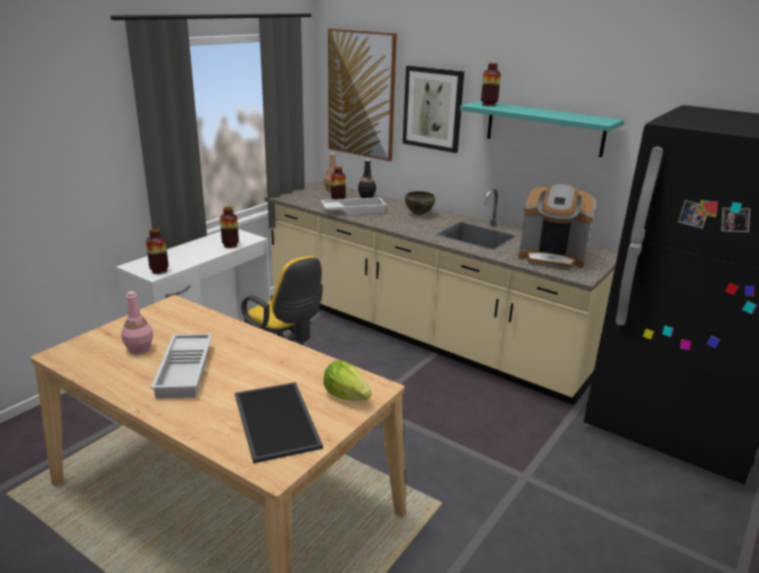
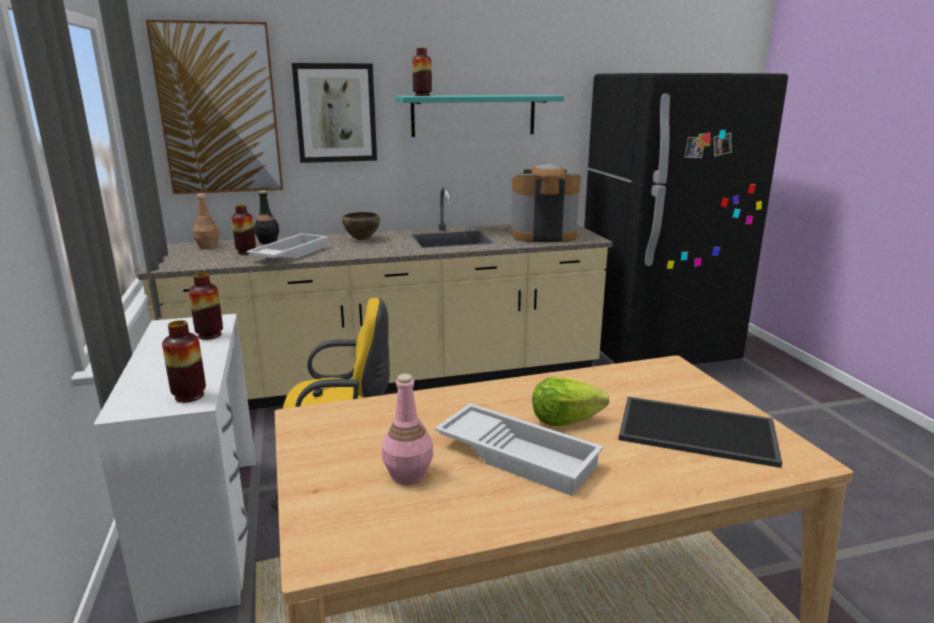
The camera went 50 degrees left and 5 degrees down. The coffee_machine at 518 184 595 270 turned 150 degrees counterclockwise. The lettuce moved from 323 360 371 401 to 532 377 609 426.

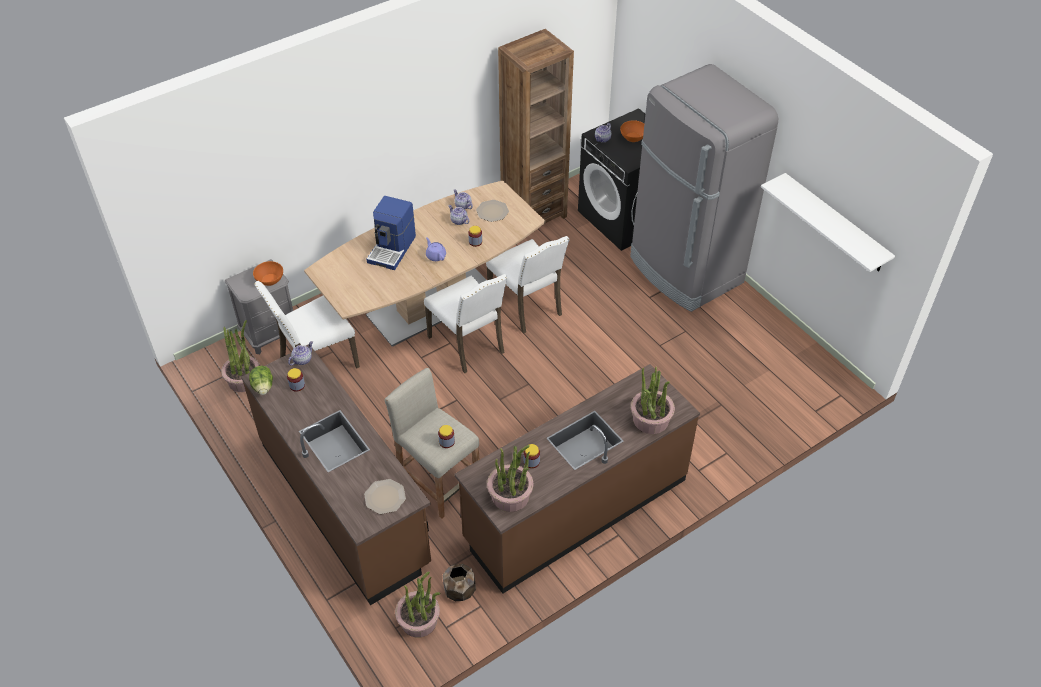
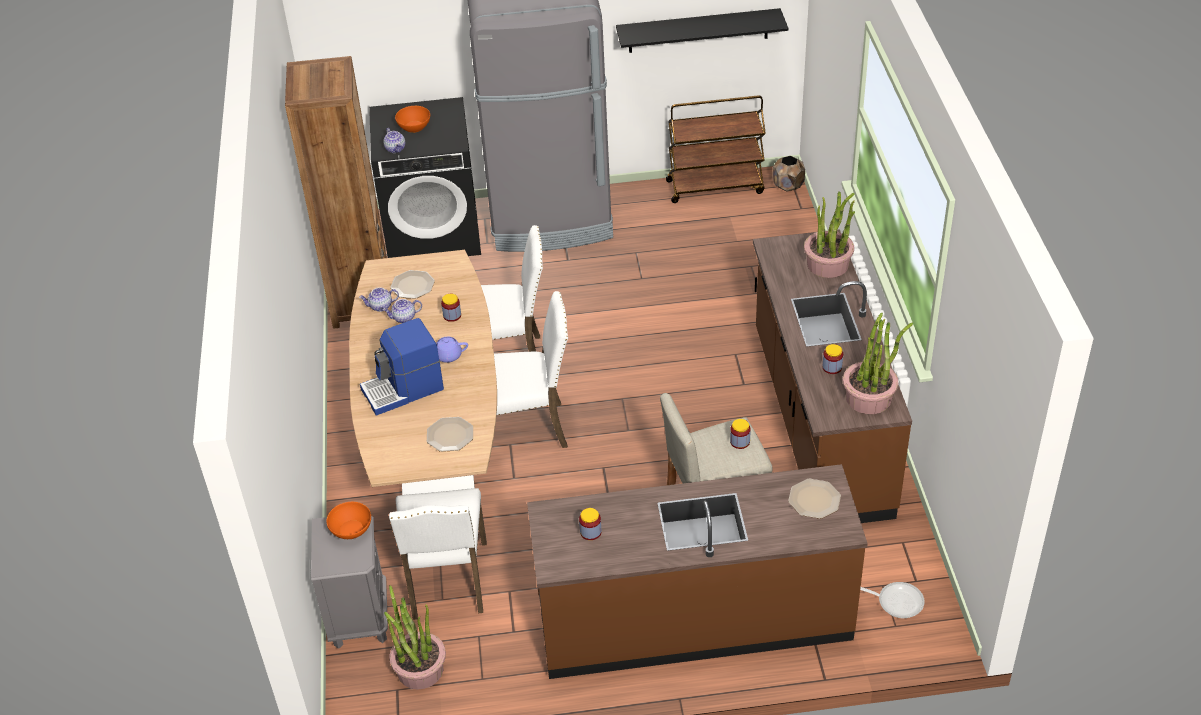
The camera went 60 degrees left and 5 degrees down. The white_shelf at 761 173 895 272 became the black_shelf at 616 8 788 53. The coffee_machine at 367 196 416 270 turned 105 degrees clockwise. The teapot at 288 341 313 365 disappeared. The lettuce at 249 366 273 395 disappeared. The brown_planter moved from 443 564 476 601 to 772 156 805 192. The potted_plant at 395 572 441 638 was replaced by the frying_pan at 860 582 925 618. The brown_cart at 666 95 766 203 appeared. The plate at 427 417 473 452 appeared.

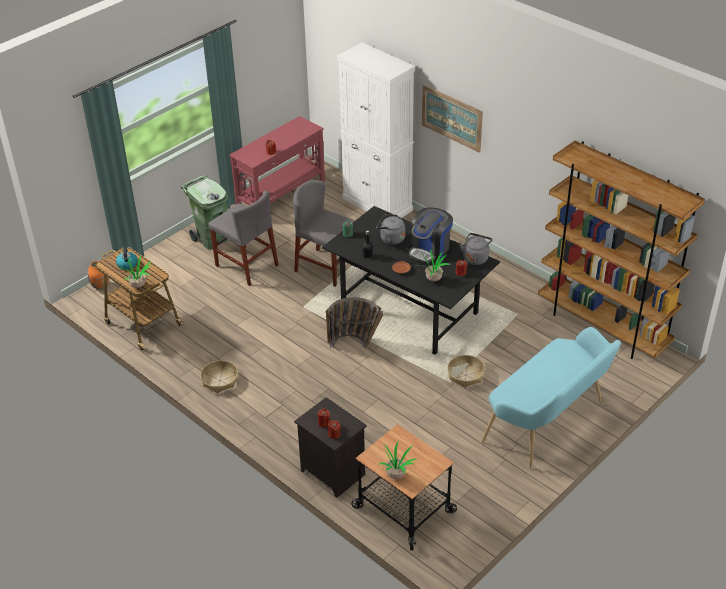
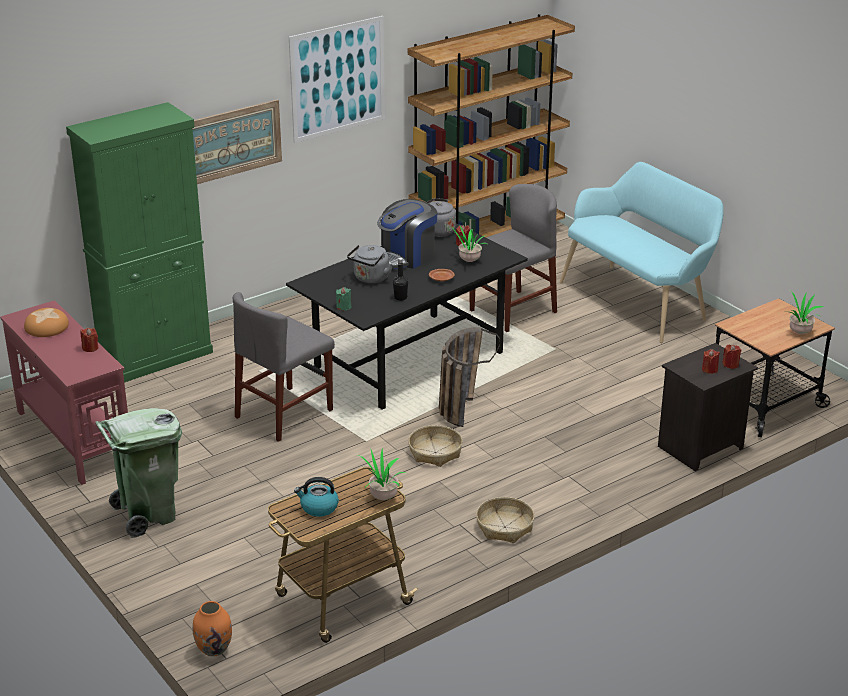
The camera went 80 degrees left and 10 degrees down. The white_cabinet at 337 43 415 218 became the green_cabinet at 66 102 213 383. The grey_chair moved from 208 191 279 286 to 470 184 557 332. The coffee_machine at 409 207 453 263 turned 90 degrees clockwise. The basket moved from 447 355 485 387 to 408 425 463 467. The picture at 289 16 385 143 appeared. The bread at 24 308 69 337 appeared.

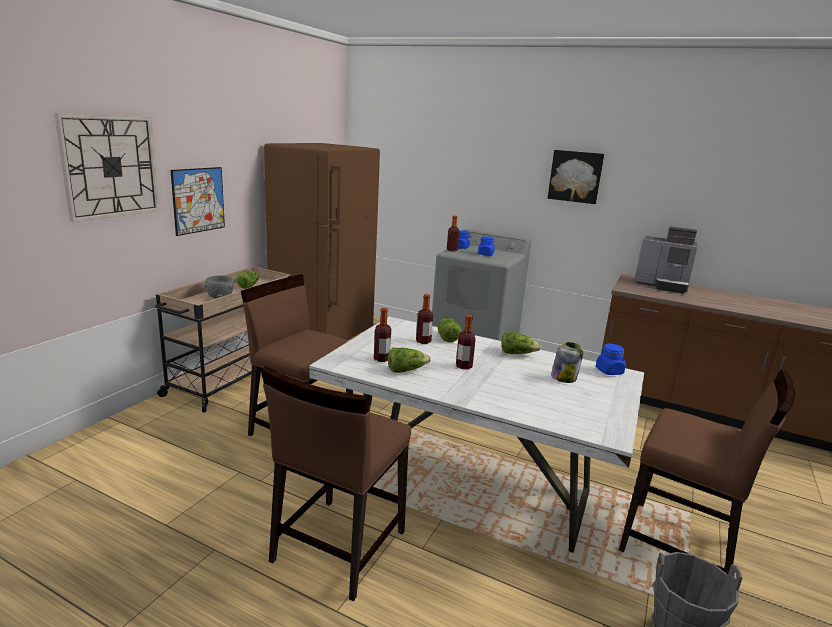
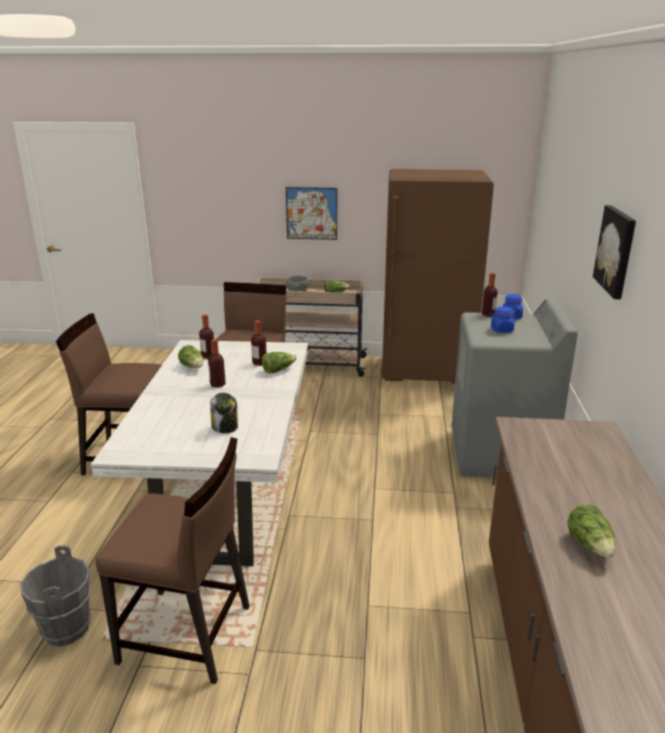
The camera went 70 degrees right and 5 degrees up. The wall_clock at 54 113 160 222 disappeared. The coffee_machine at 634 226 698 293 disappeared. The lettuce moved from 501 331 541 354 to 567 504 615 558. The blue_jar at 596 343 626 375 disappeared. The brown_chair at 619 369 795 574 turned 90 degrees counterclockwise.

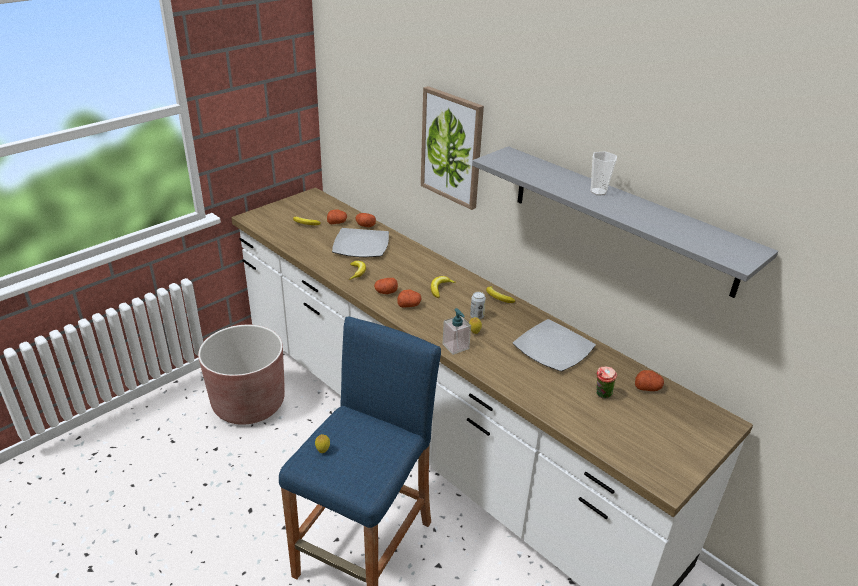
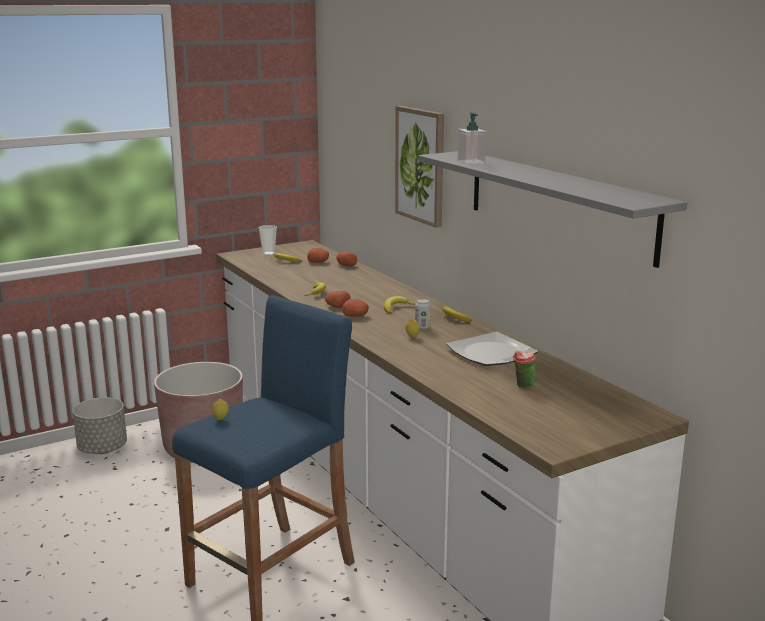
The camera went 15 degrees right and 15 degrees down. The cup moved from 591 152 617 196 to 259 225 277 255. The plate at 332 228 389 257 disappeared. The soap_dispenser moved from 442 308 471 355 to 458 112 487 164. The potato at 635 370 664 391 disappeared. The grey_planter at 73 397 127 454 appeared.

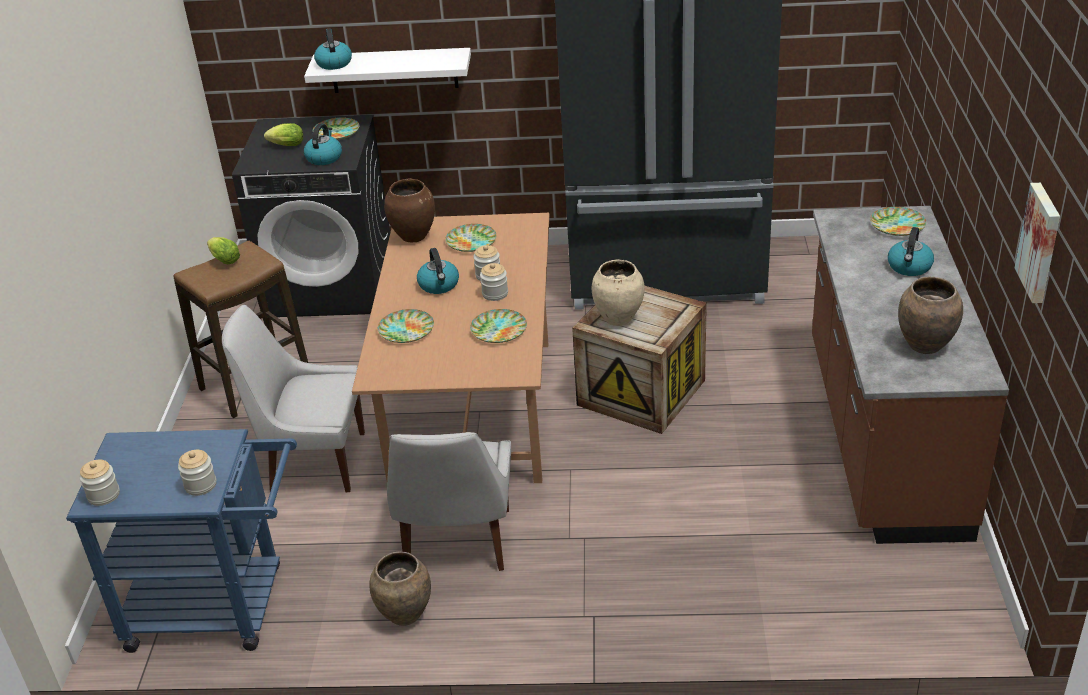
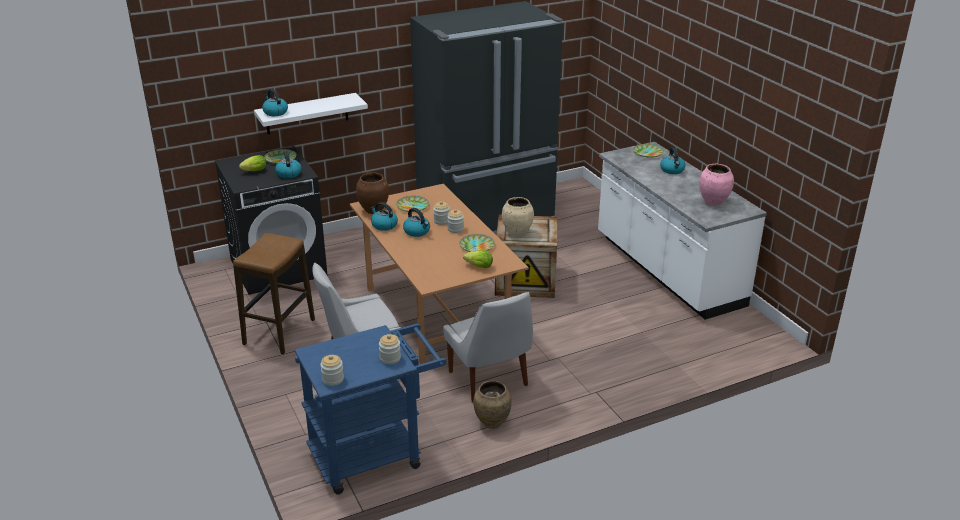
The camera went 30 degrees left and 5 degrees down. The picture at 1015 183 1060 303 disappeared. The brown_counter at 812 206 1009 544 became the white_counter at 598 142 767 320. The lettuce moved from 207 237 240 264 to 463 250 493 268. The brown_vase at 898 277 963 354 became the pink_vase at 699 164 734 206. The plate at 378 309 434 343 disappeared. The kettle at 371 202 398 231 appeared.

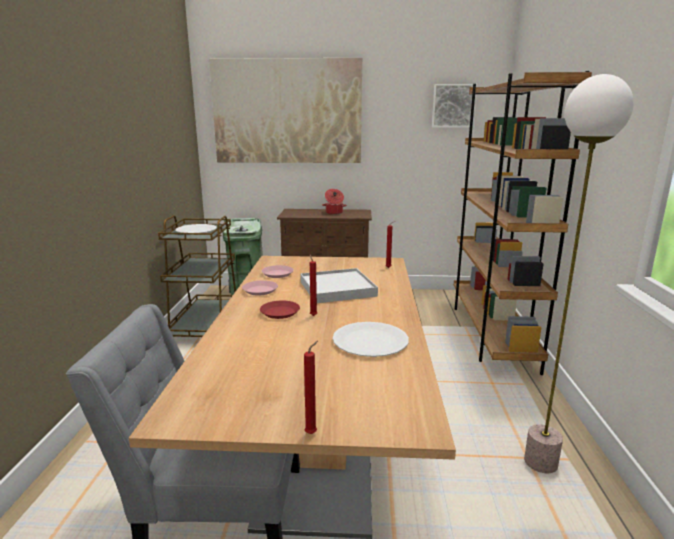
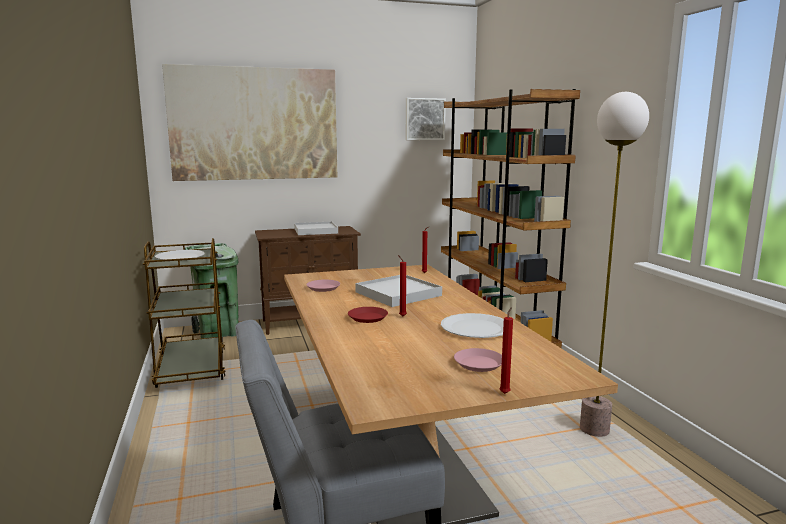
The camera went 20 degrees left and 5 degrees down. The cooking_pot at 322 189 347 214 was replaced by the white_tray at 294 221 338 235. The pink_plate moved from 242 280 278 296 to 454 348 502 372.

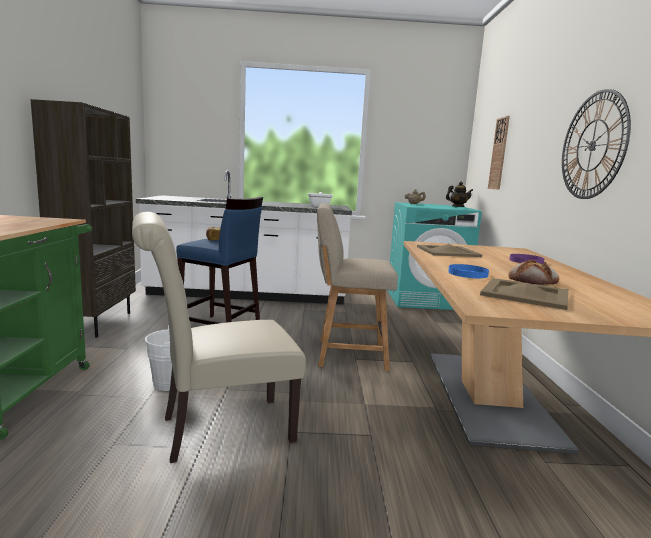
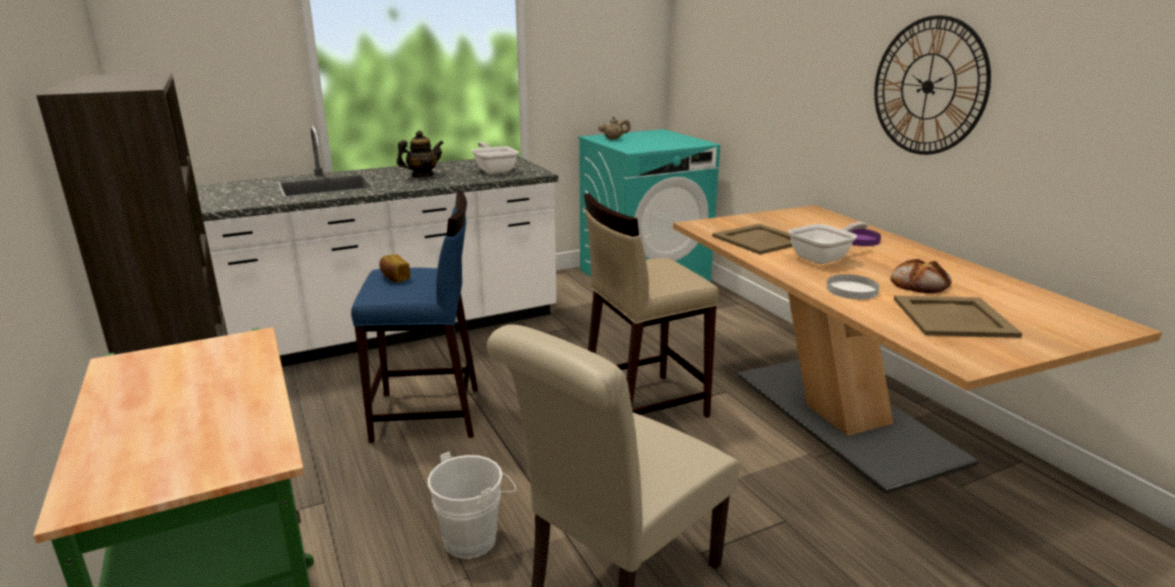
The camera went 25 degrees left and 10 degrees up. The wall_clock at 488 116 510 190 disappeared. The teapot moved from 446 182 473 207 to 397 131 443 177. The beige_chair at 317 203 398 371 was replaced by the beige_stool at 584 193 719 418. The blue_plate at 448 264 489 278 became the white_plate at 826 274 879 300. The frying_pan at 788 222 868 264 appeared.

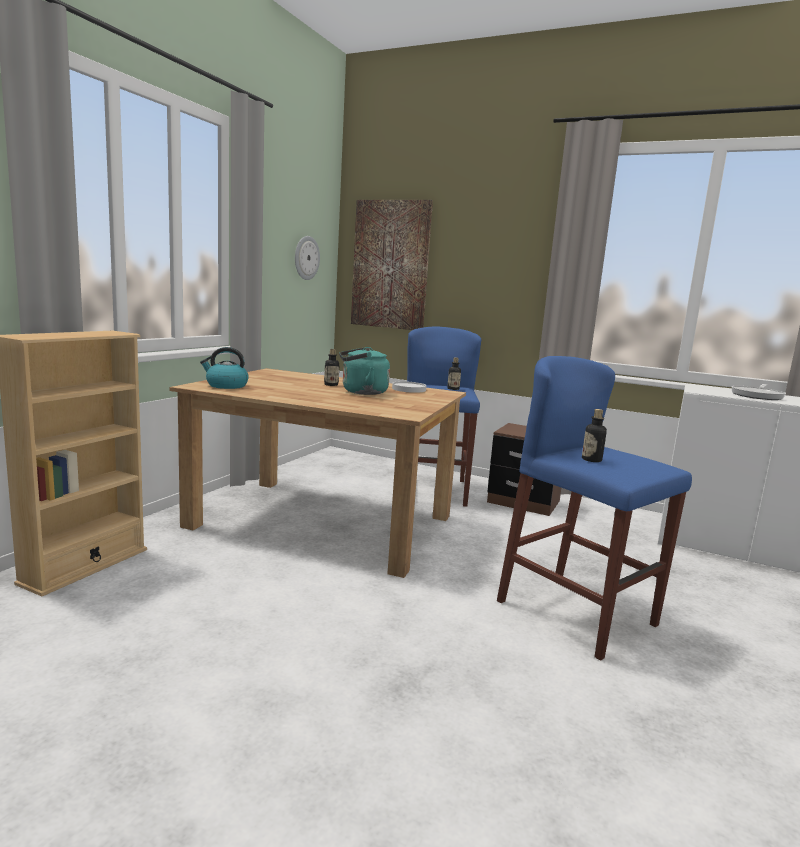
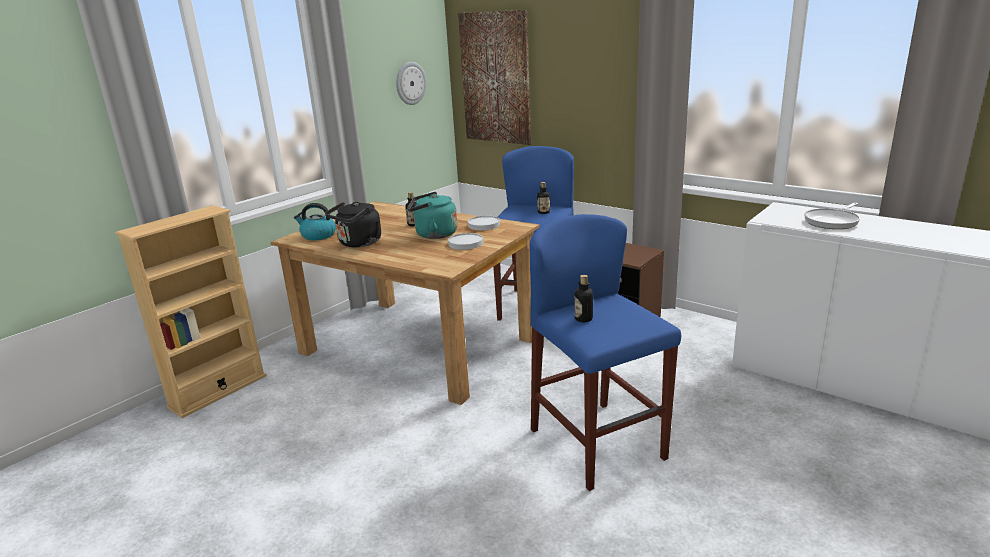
The camera went 15 degrees right and 10 degrees up. The black_kettle at 325 202 381 247 appeared. The white_plate at 448 233 483 250 appeared.

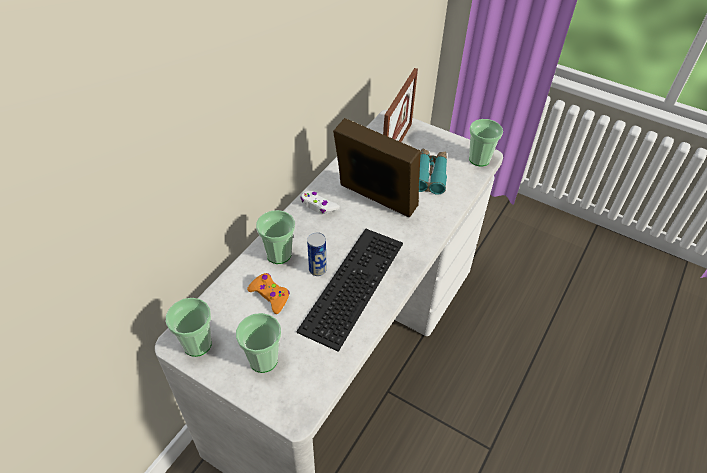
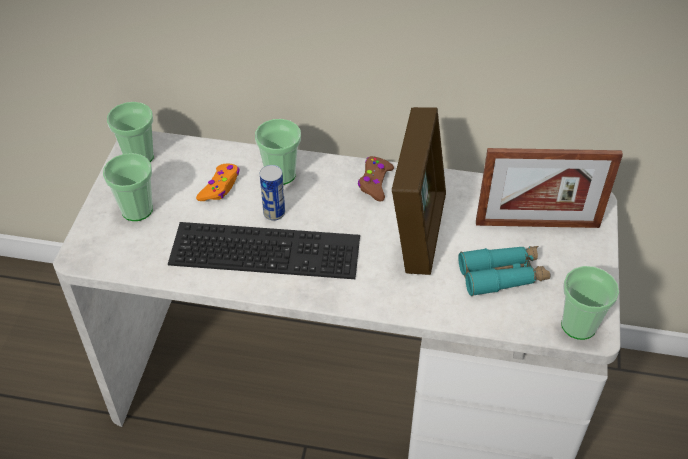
The camera went 70 degrees right and 0 degrees up. The white_game_controller at 300 191 340 214 became the brown_game_controller at 358 156 394 202.

